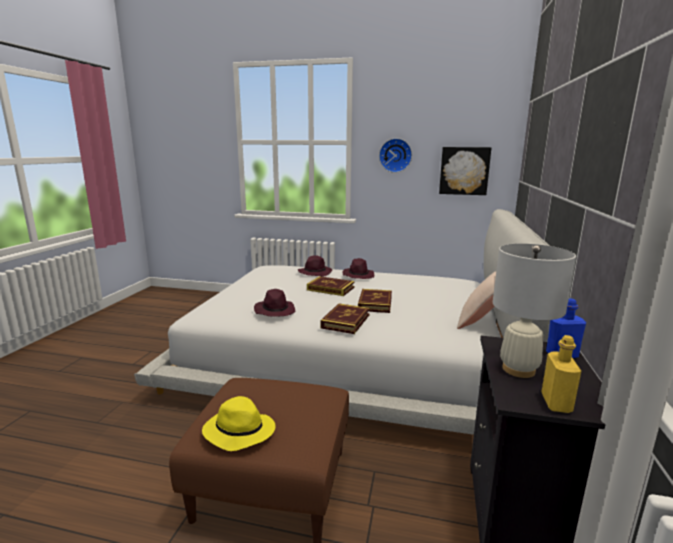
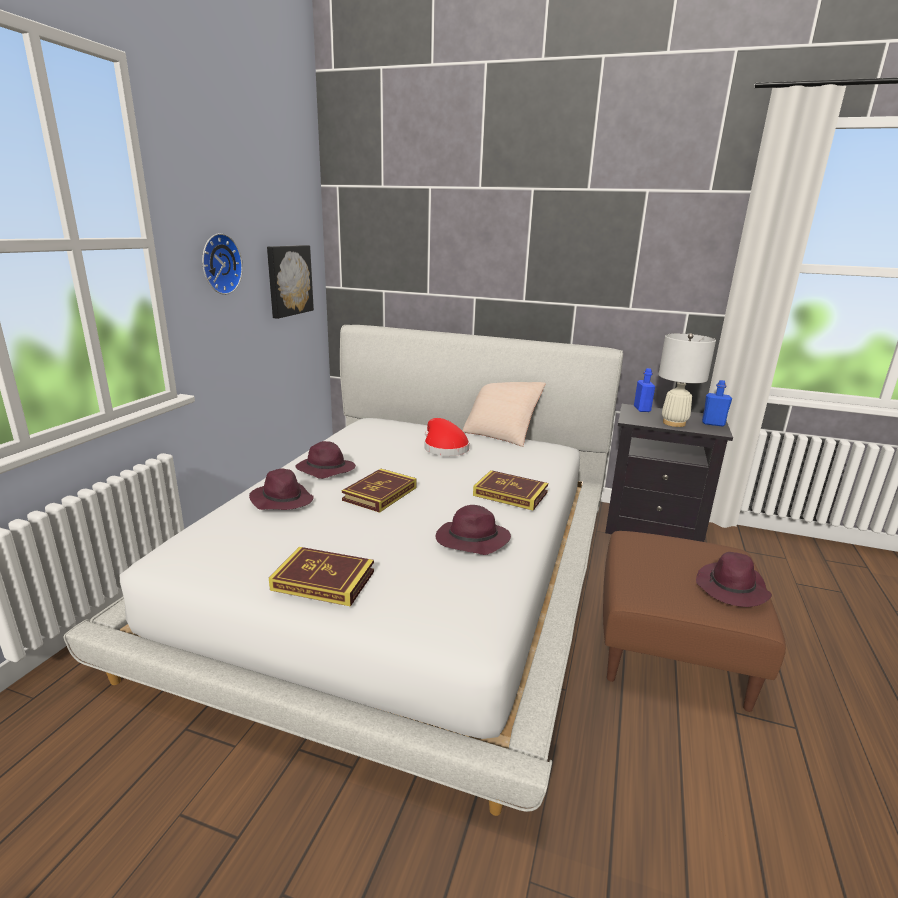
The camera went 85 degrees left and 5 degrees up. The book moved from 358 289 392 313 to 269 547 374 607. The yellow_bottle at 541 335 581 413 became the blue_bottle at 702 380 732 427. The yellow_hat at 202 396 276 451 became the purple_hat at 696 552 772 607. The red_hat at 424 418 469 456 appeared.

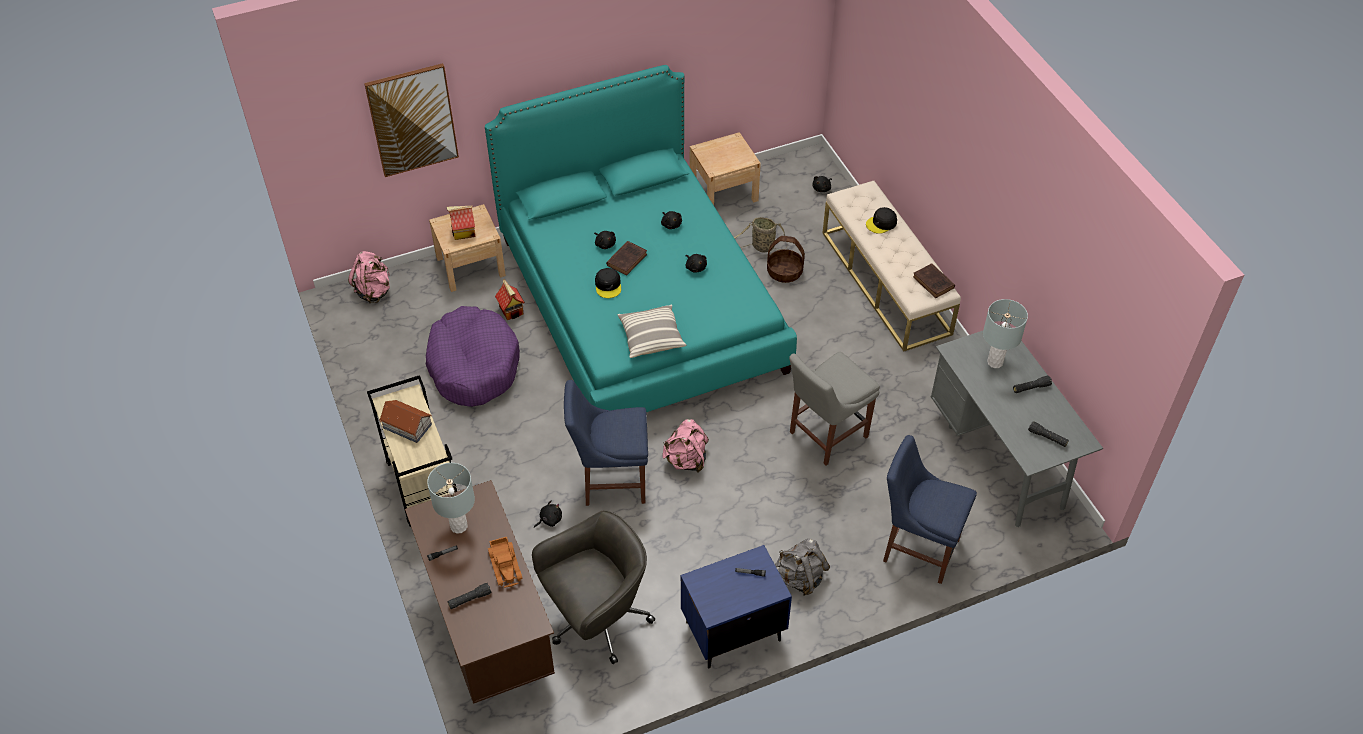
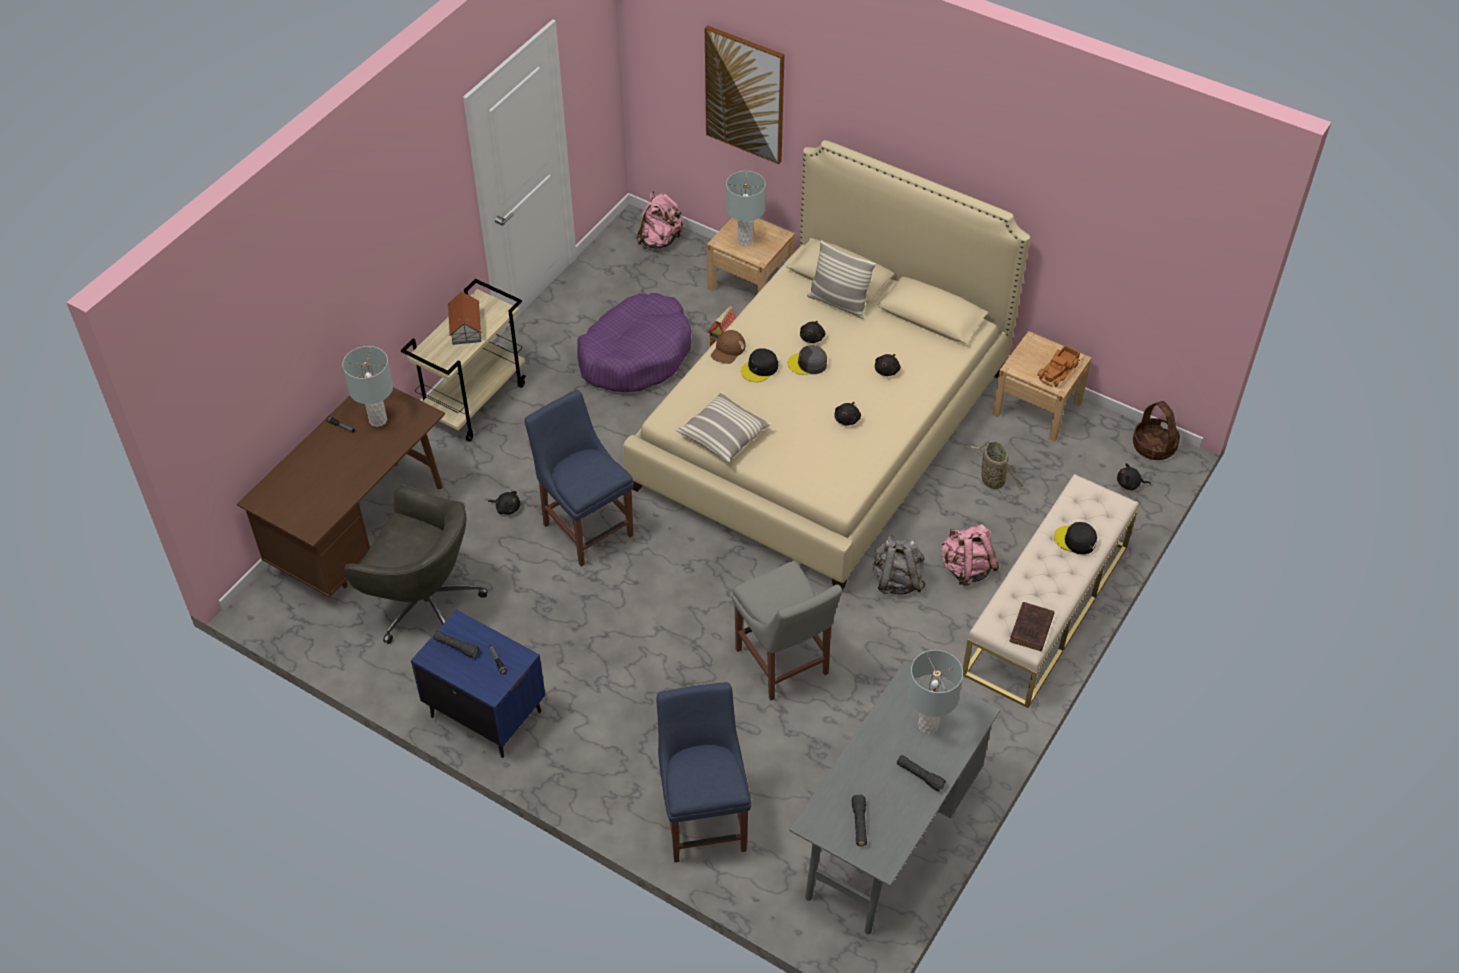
The camera went 55 degrees right and 0 degrees up. The turquoise_bed at 485 65 797 412 became the beige_bed at 623 140 1030 590. The toy_house at 447 206 476 240 was replaced by the grey_table_lamp at 726 171 766 246. The basket moved from 767 236 805 283 to 1133 401 1180 460. The brown_book at 606 241 647 275 was replaced by the grey_cap at 788 345 827 375. The grey_chair at 789 352 880 466 turned 135 degrees counterclockwise. The pink_backpack moved from 662 419 709 473 to 941 524 999 586. The toy_truck moved from 488 537 523 588 to 1037 345 1080 387. The grey_backpack moved from 775 539 830 596 to 873 535 925 595. The black_flashlight moved from 447 583 492 609 to 433 631 479 658. The pillow at 807 240 876 319 appeared. The brown_cap at 711 330 745 364 appeared.

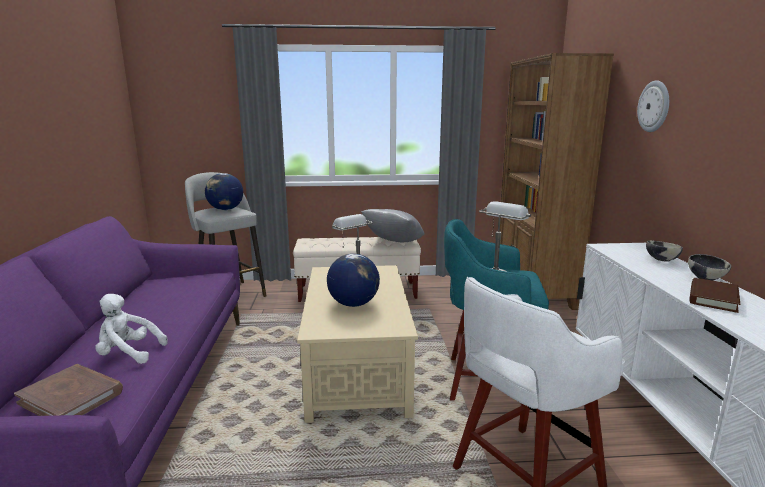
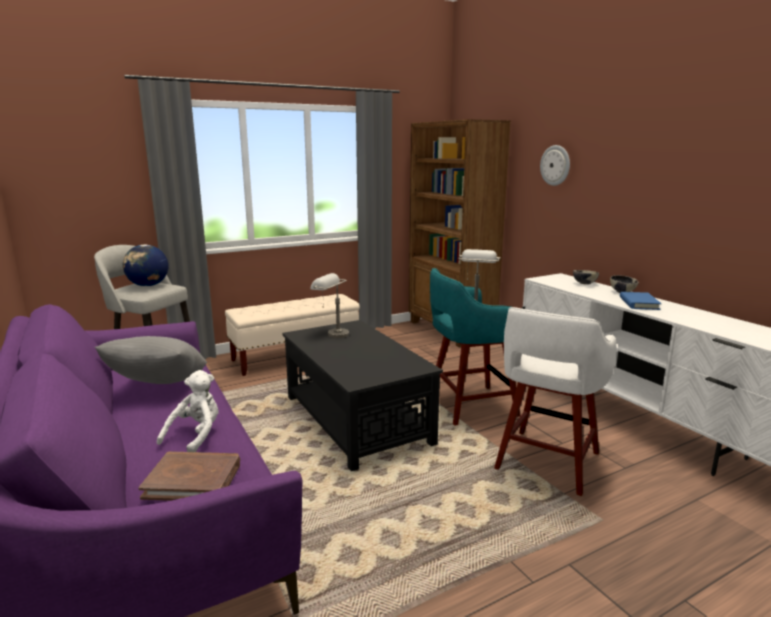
The camera went 25 degrees left and 0 degrees up. The grey_pillow moved from 361 209 425 242 to 94 336 207 384. The globe at 327 254 380 307 disappeared. The beige_coffee_table at 297 265 418 423 became the black_coffee_table at 282 320 443 471. The brown_book at 689 278 740 313 became the blue_book at 620 292 661 310. The white_plush_toy at 96 294 168 364 turned 135 degrees clockwise.

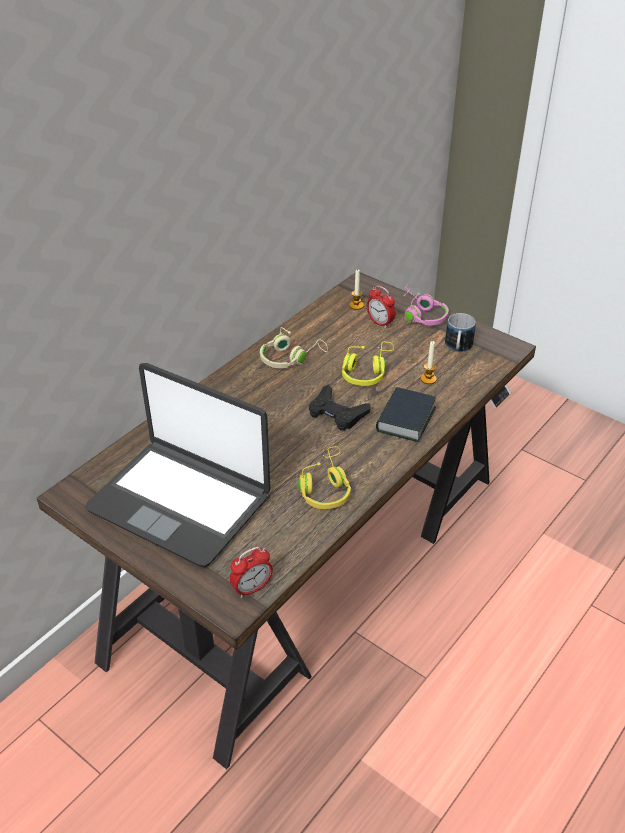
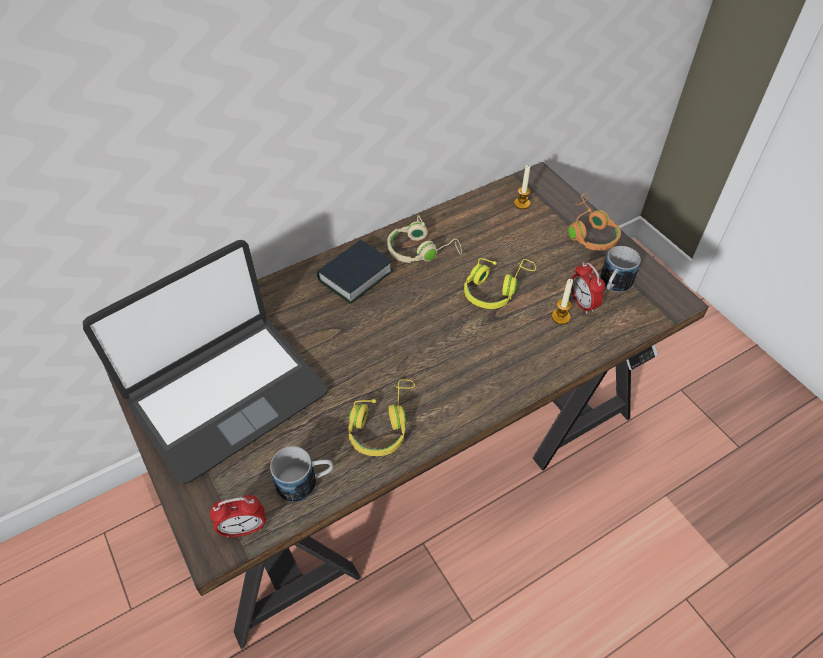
The camera went 20 degrees right and 10 degrees up. The pink_headphones at 401 284 449 326 became the orange_headphones at 568 193 621 251. The alarm_clock moved from 367 285 395 329 to 571 262 605 314. The laptop at 85 363 270 567 turned 90 degrees counterclockwise. The black_game_controller at 309 385 371 431 disappeared. The book moved from 376 387 436 442 to 317 240 394 304. The mug at 270 446 333 502 appeared.

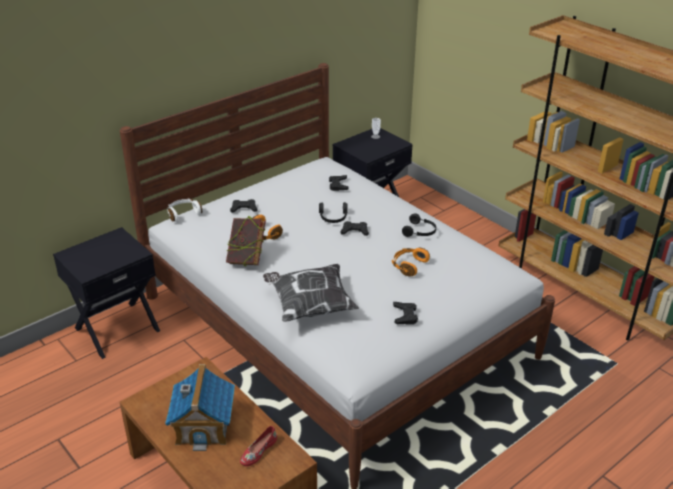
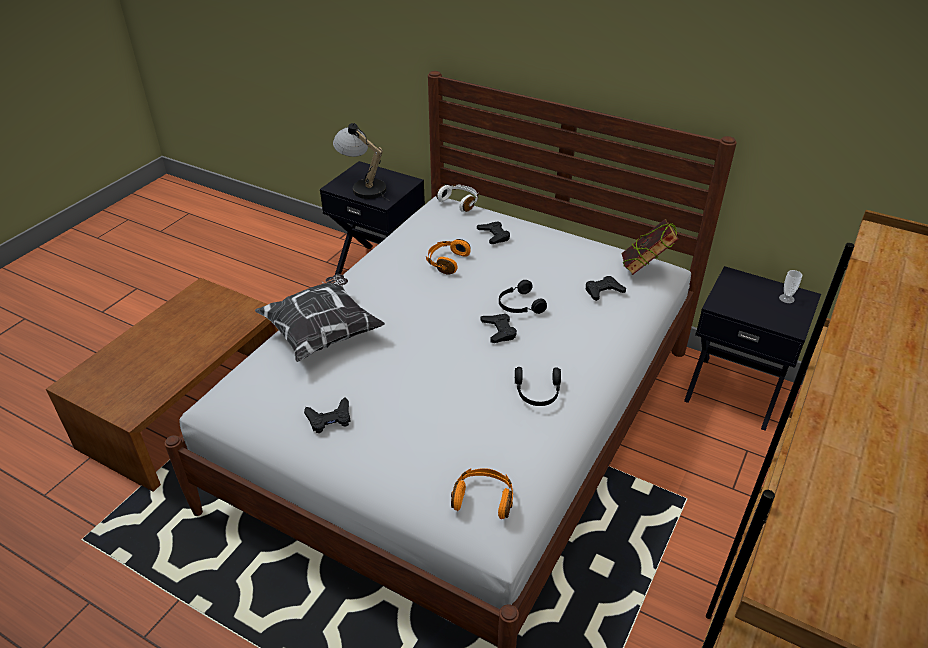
The camera went 70 degrees right and 5 degrees up. The book moved from 226 216 266 267 to 621 219 679 275. The orange_headphones moved from 392 247 430 277 to 451 468 513 519. The toy_house at 165 364 235 451 disappeared. The red_shoe at 240 426 277 466 disappeared. The table_lamp at 333 123 390 201 appeared.

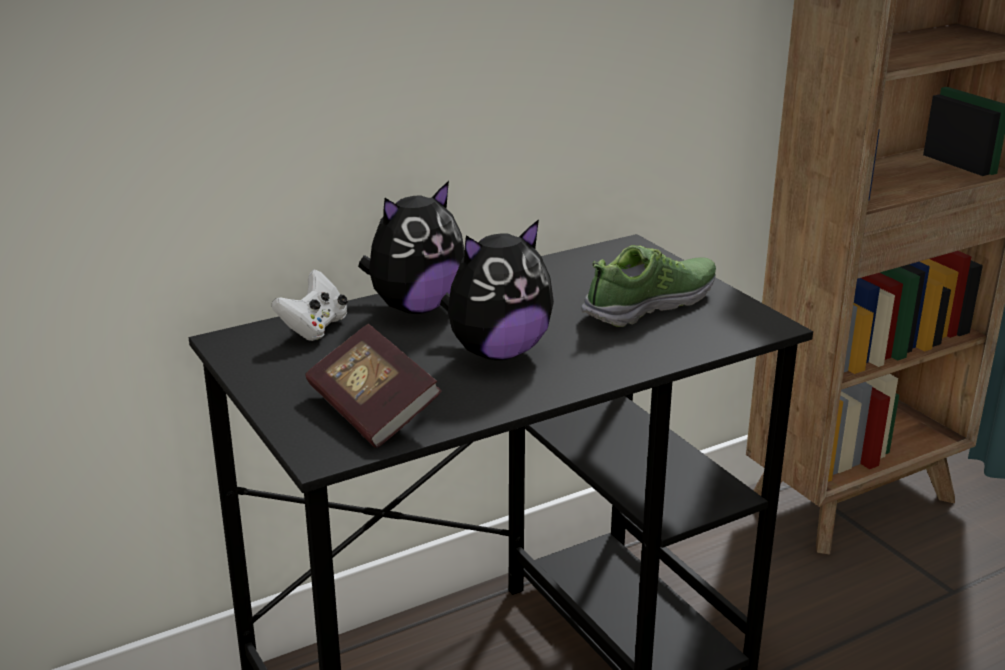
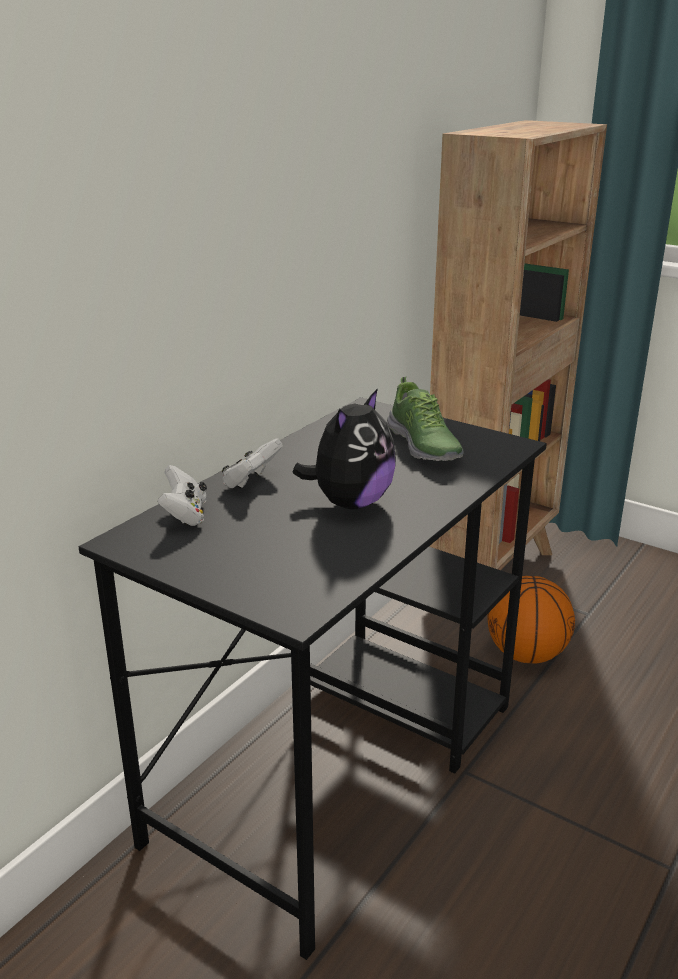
The camera went 25 degrees left and 0 degrees up. The plush_toy at 358 181 465 314 was replaced by the white_game_controller at 222 438 283 488. The shoe at 581 245 716 327 turned 135 degrees clockwise. The book at 305 324 442 448 disappeared. The basketball at 487 576 575 664 appeared.

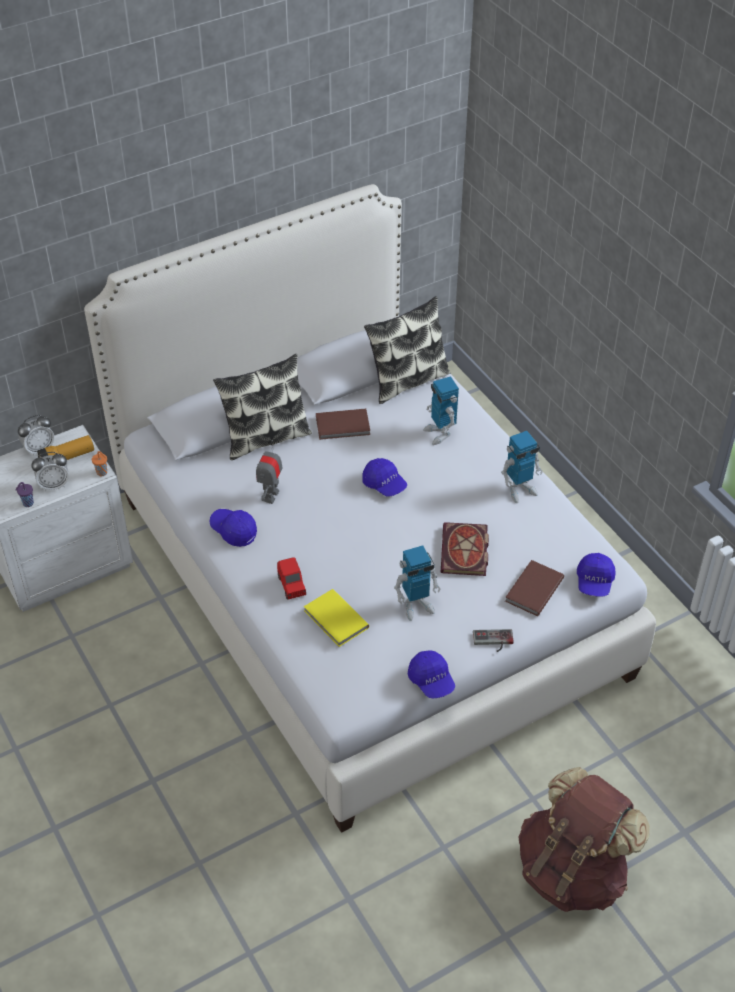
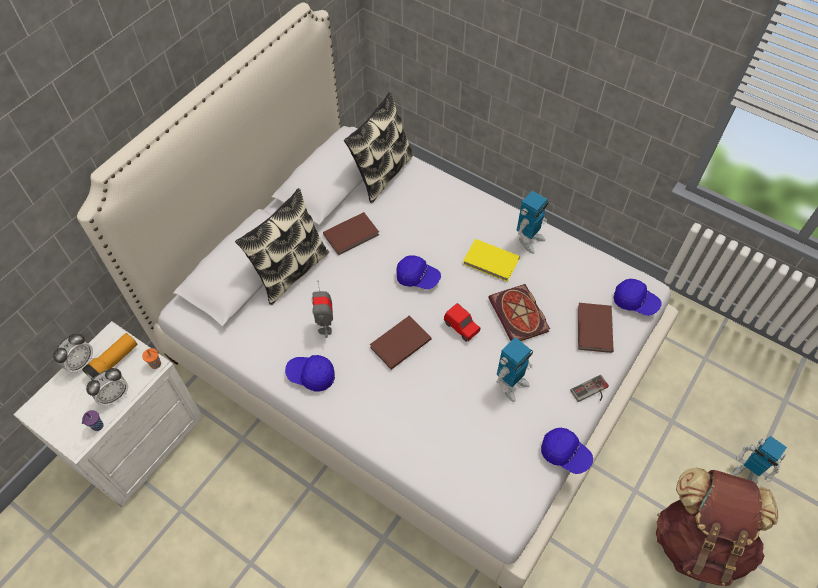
The camera went 25 degrees left and 10 degrees up. The toy_robot moved from 423 376 459 445 to 732 436 787 484. The blue_cap at 577 553 615 597 turned 45 degrees counterclockwise. The red_toy_car moved from 277 557 306 600 to 444 303 481 342. The yellow_book moved from 304 589 369 647 to 463 239 520 282. The brown_book at 370 315 431 370 appeared.

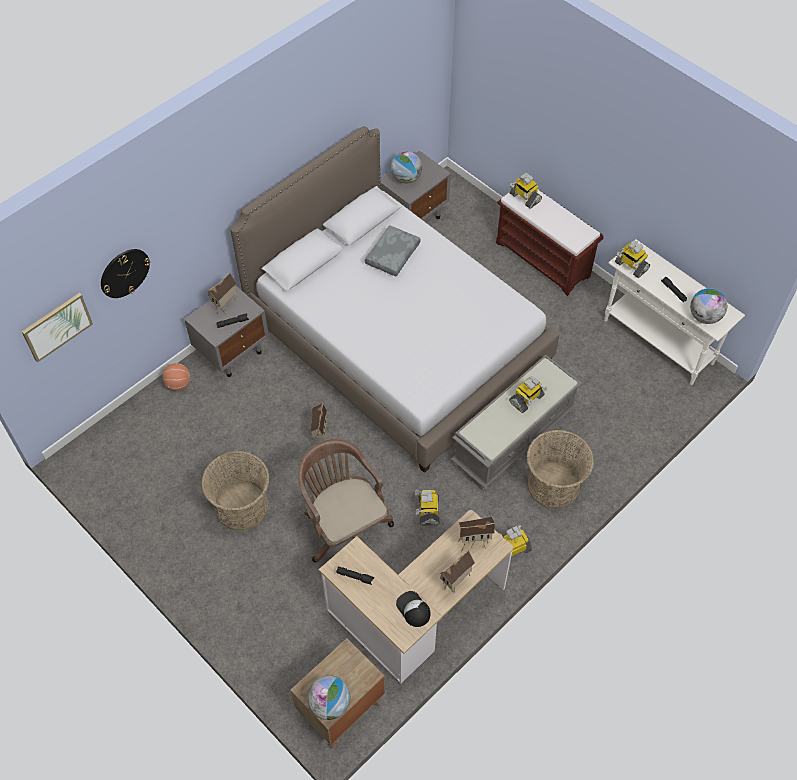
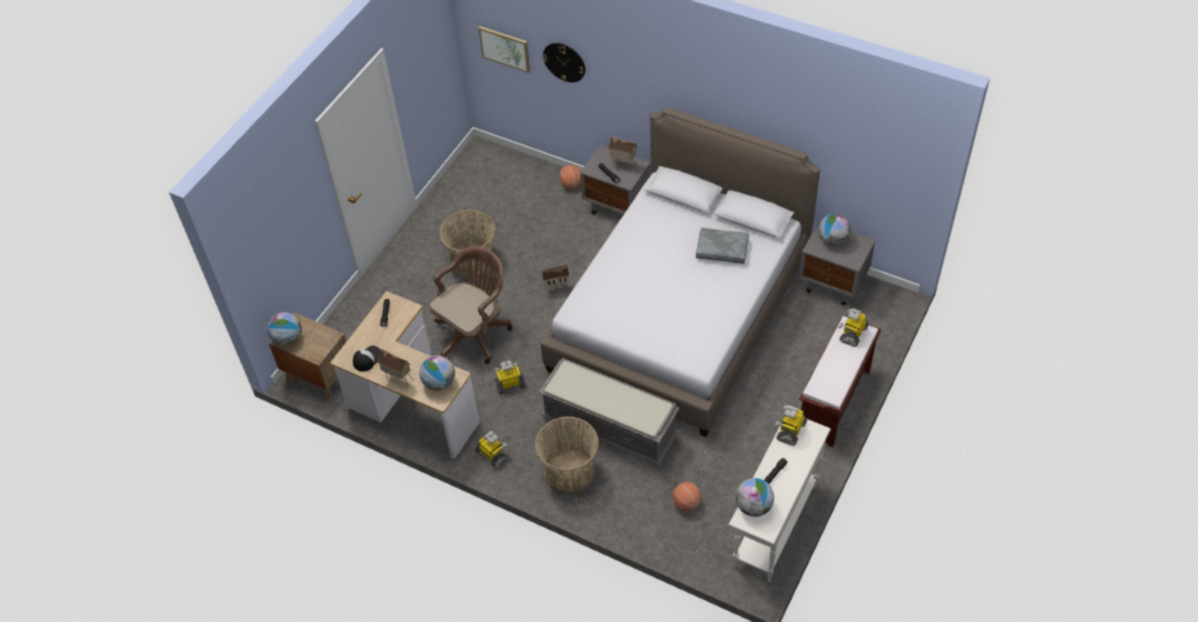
The camera went 75 degrees right and 5 degrees down. The toy_robot at 509 376 548 413 disappeared. The toy_house at 458 517 495 552 was replaced by the globe at 419 355 455 391. The basketball at 673 482 701 511 appeared.

